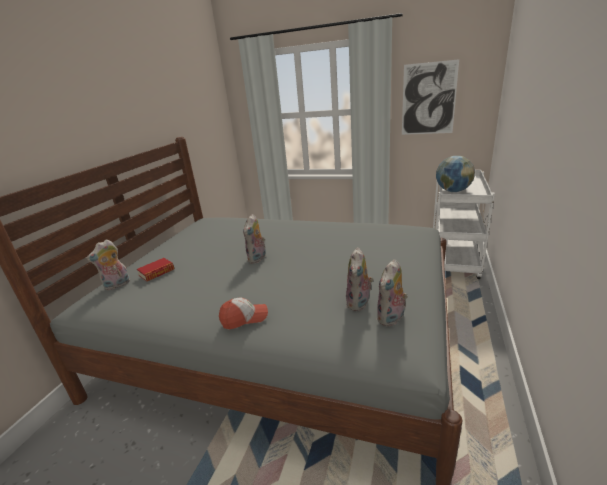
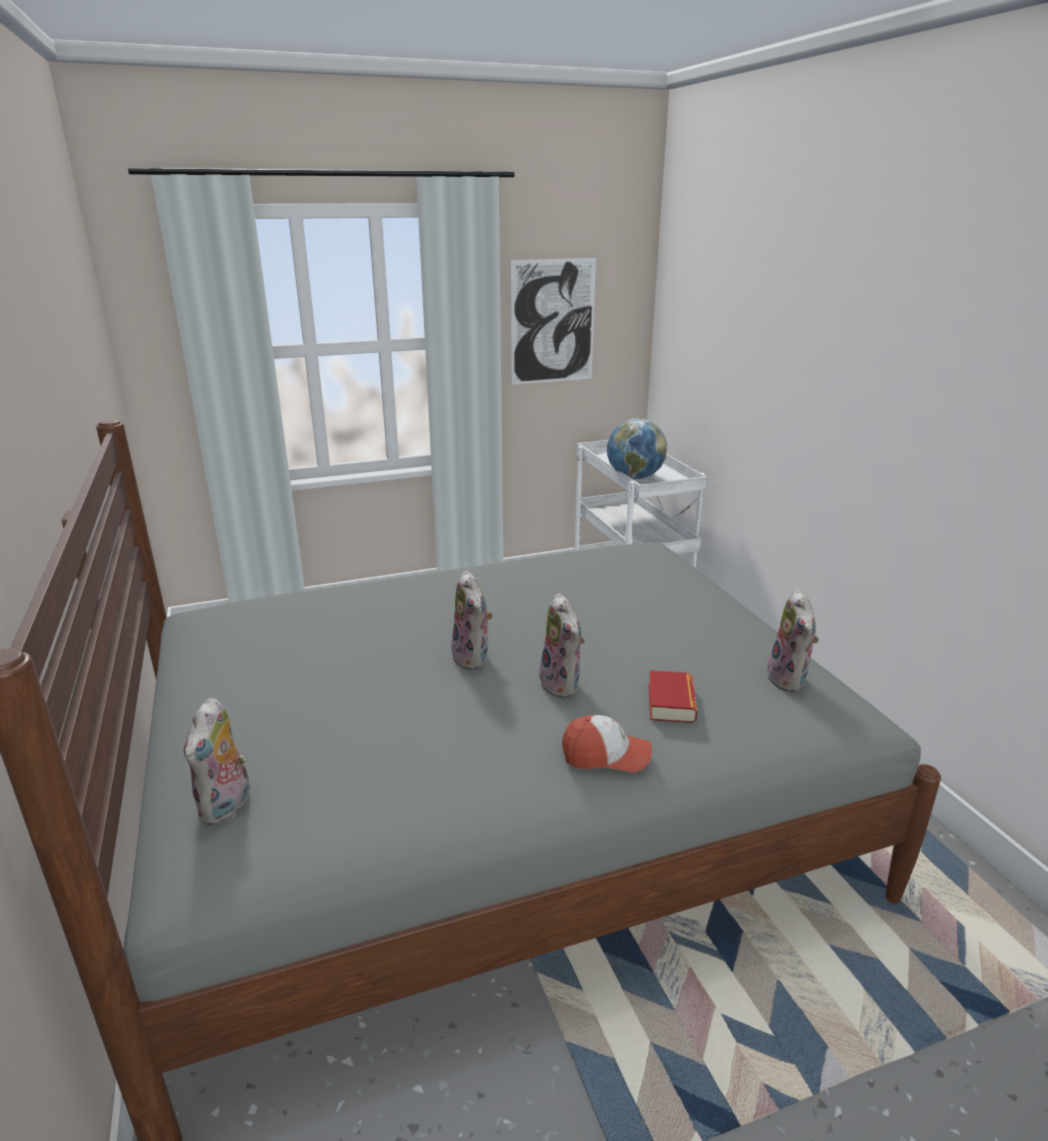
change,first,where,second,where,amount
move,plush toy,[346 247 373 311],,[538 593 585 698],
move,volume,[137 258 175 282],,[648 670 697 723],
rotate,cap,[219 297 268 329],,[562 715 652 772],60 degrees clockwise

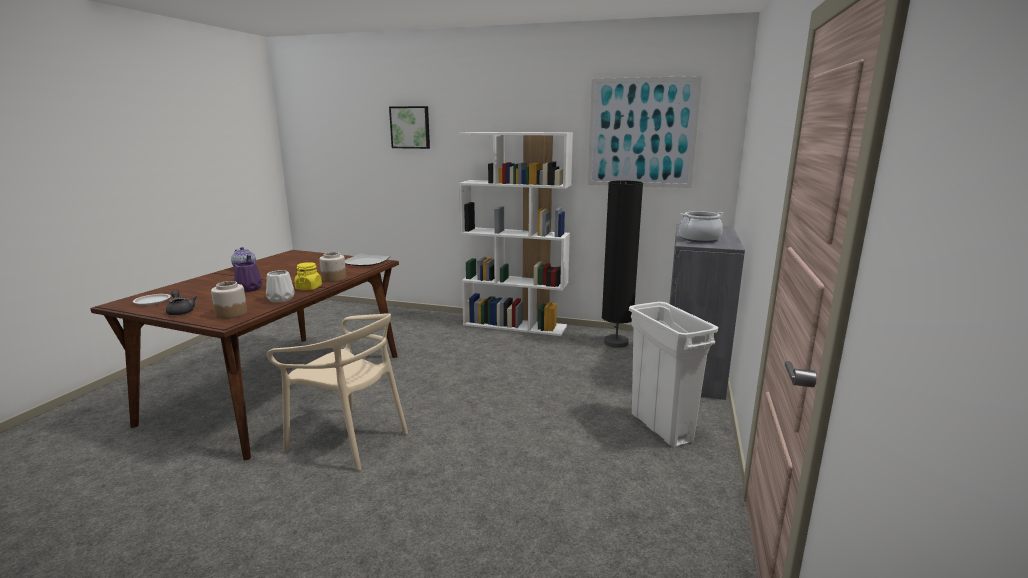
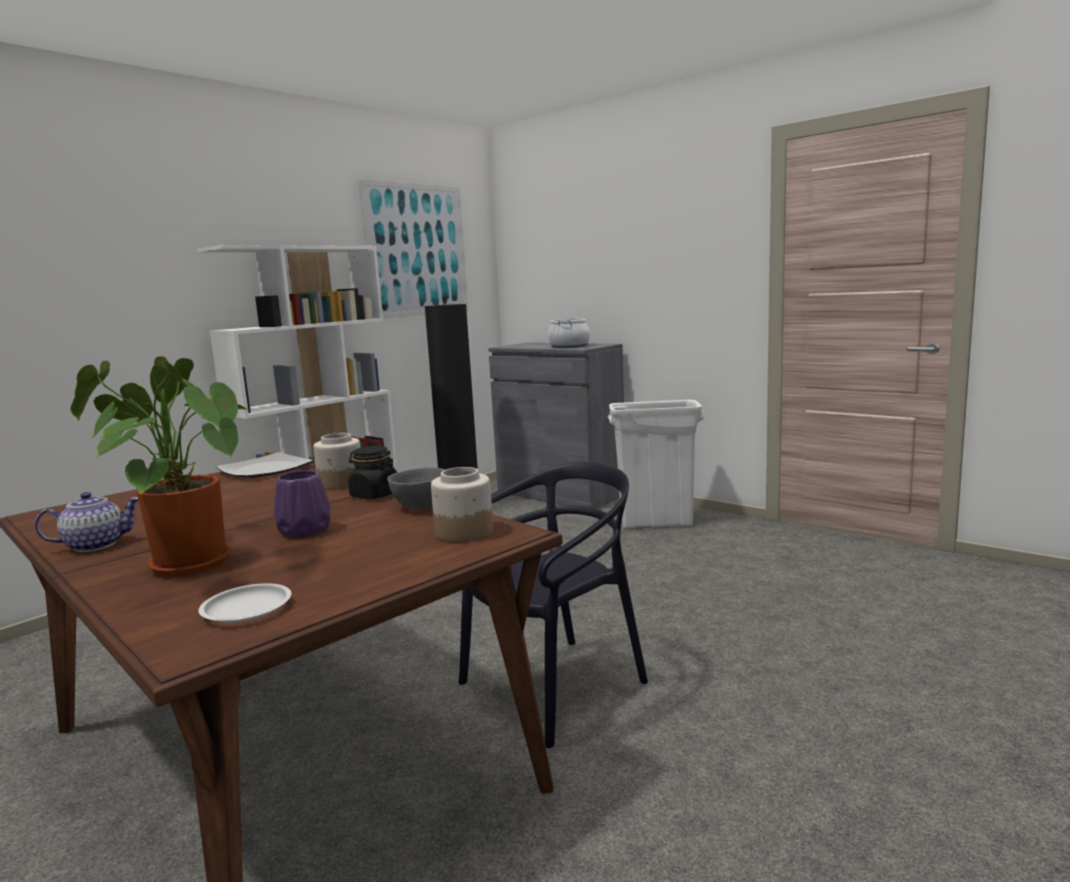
change,first,where,second,where,amount
delete,wall picture,[389 106 430 149],,,
recolor,storage jar/yellow-coloured,[295 262 322 290],storage jar/black,[348 446 397 499],
replace,vase/whitish,[266 270 295 303],bowl/gray,[388 467 445 510],
delete,pot for tea/gray,[166 290 197 315],,,
recolor,plain chair/sand-coloured,[267 313 408 471],plain chair/black,[459 462 648 748],
insert,,,plant in a pot,[70 356 252 577],

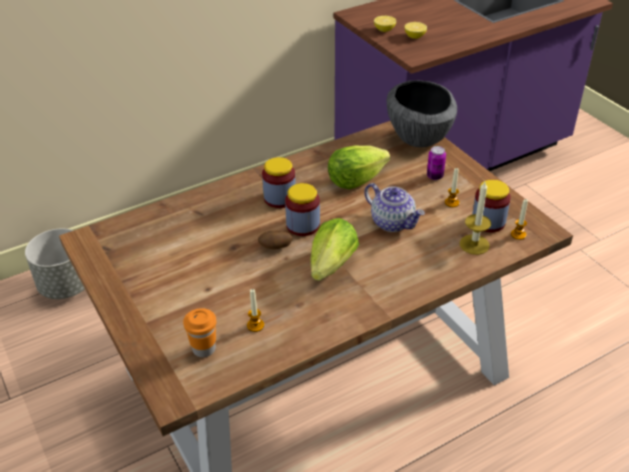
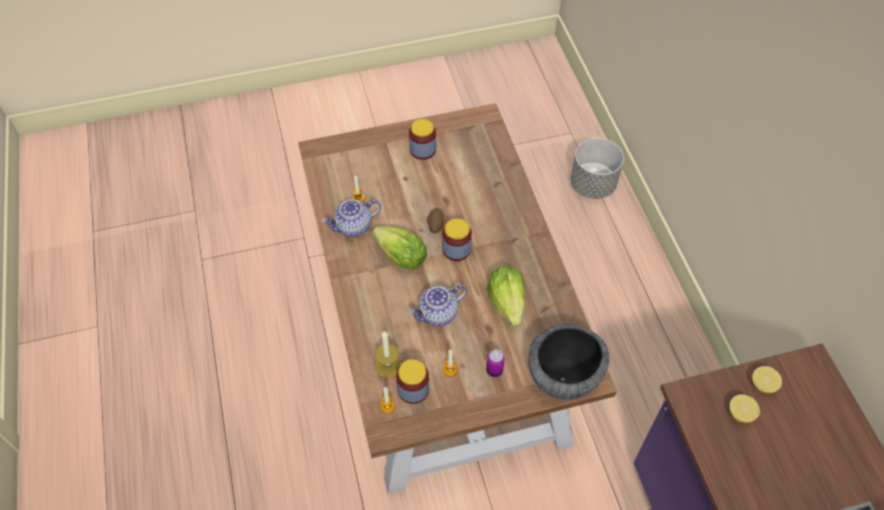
change,first,where,second,where,amount
move,storage jar,[262 157 296 208],,[409 119 436 160],
delete,cup/orange-coloured,[183 308 216 357],,,
insert,,,pot for tea,[322 200 381 237],

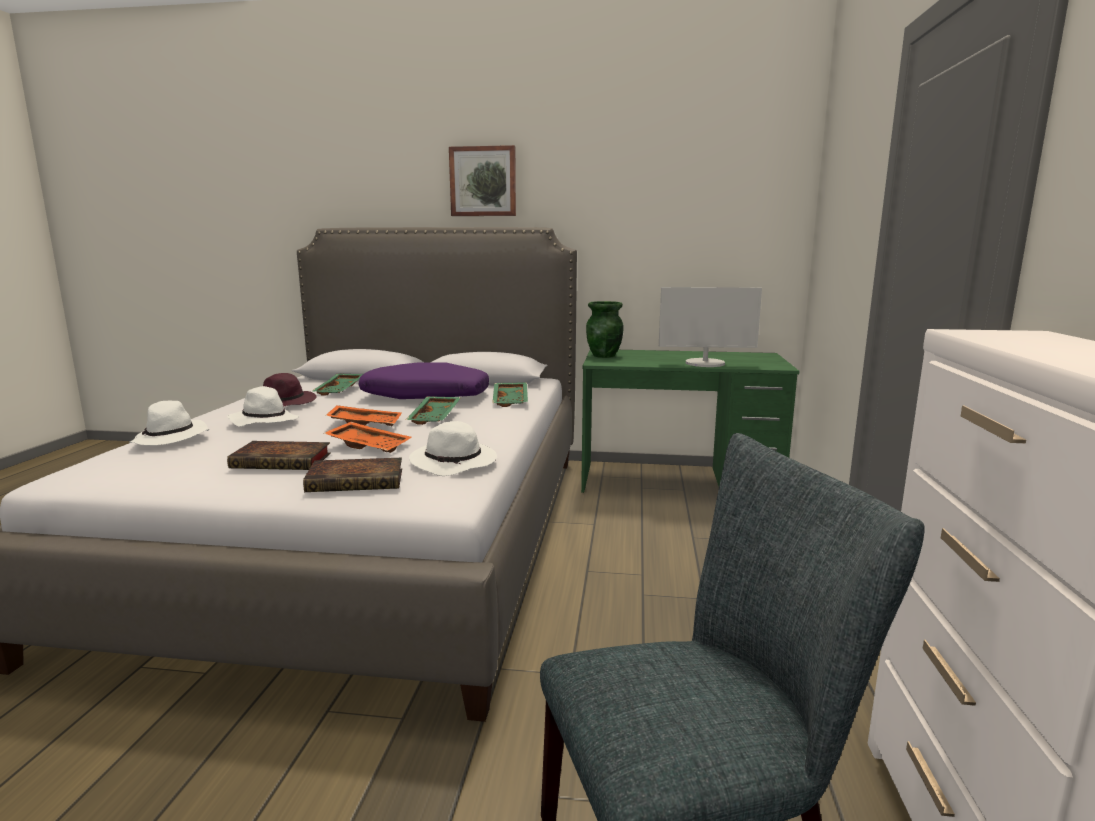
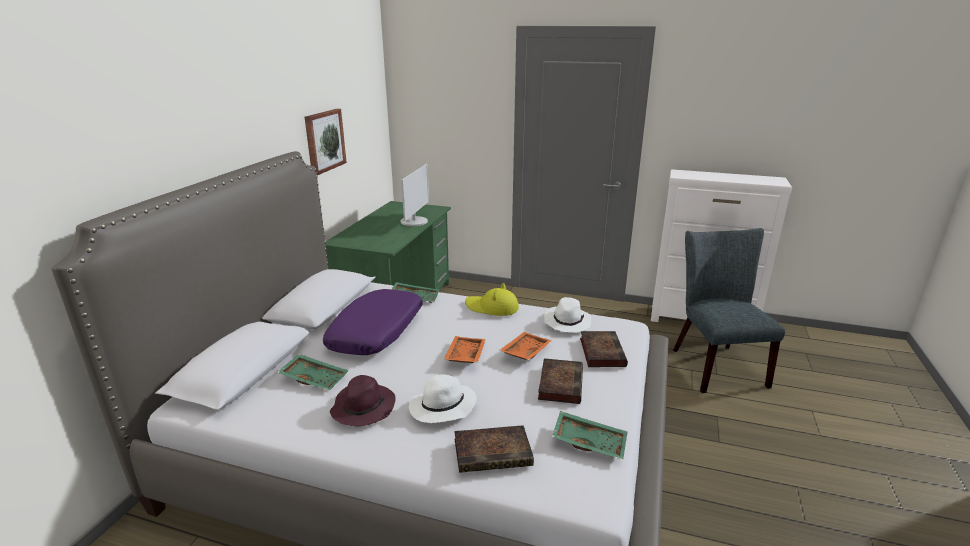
change,first,where,second,where,amount
move,wall picture,[449 145 516 216],,[305 109 347 175],
delete,vase/green,[586 301 624 358],,,
move,carrying tray/green,[406 396 461 425],,[552 411 627 460],
replace,wearable hat/whitish,[129 401 209 446],volume,[454 425 534 473],
insert,,,wearable hat/yellow-coloured,[465 283 519 316],

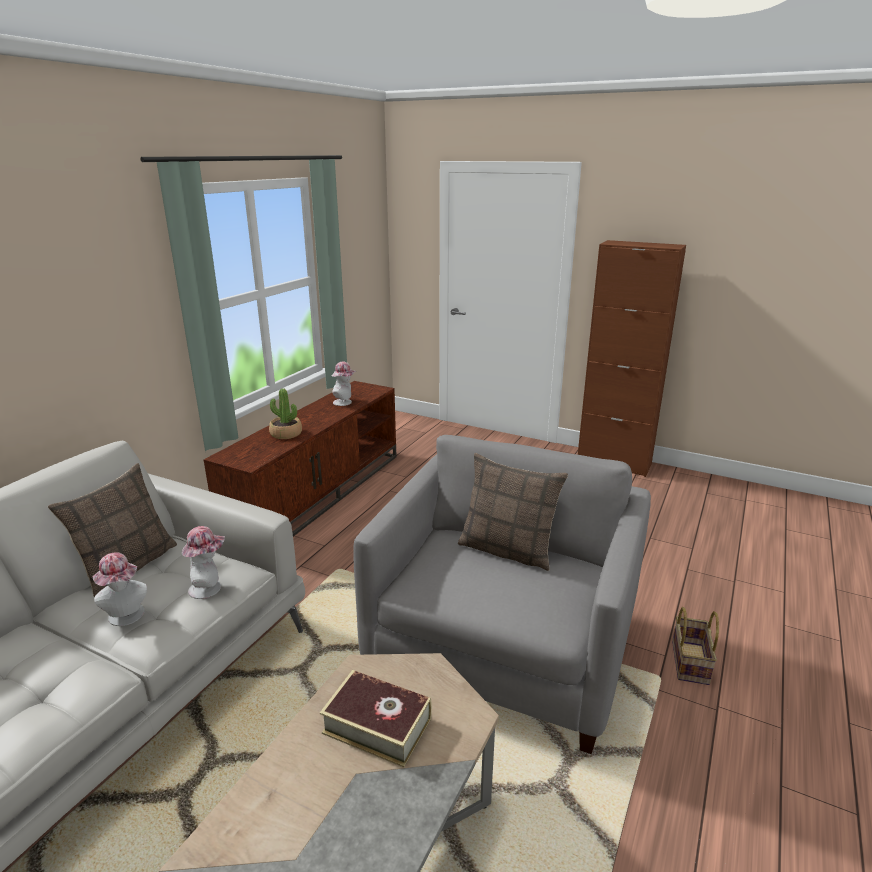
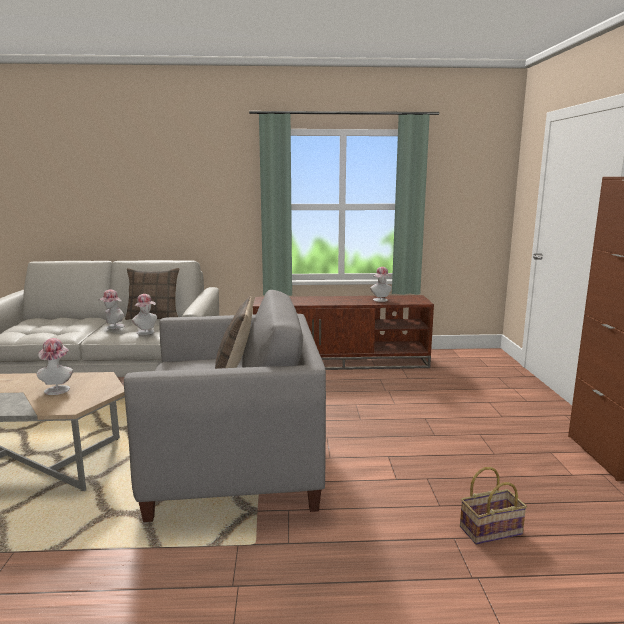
change,first,where,second,where,amount
delete,plant in a pot,[269 388 302 439],,,
move,storage basket,[672 607 719 685],,[460 467 527 545],
replace,volume,[320 670 432 768],wearable hat,[37 338 73 395],

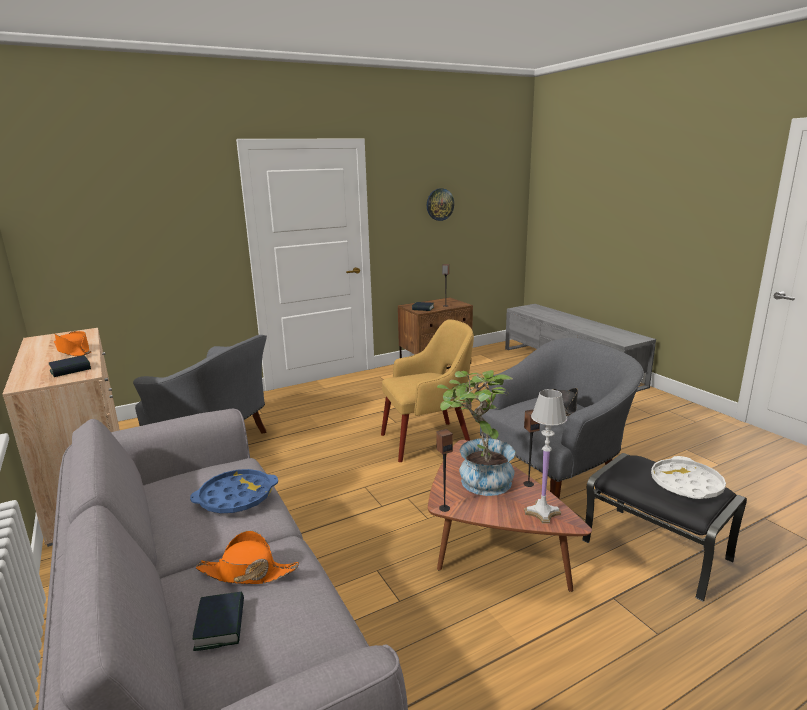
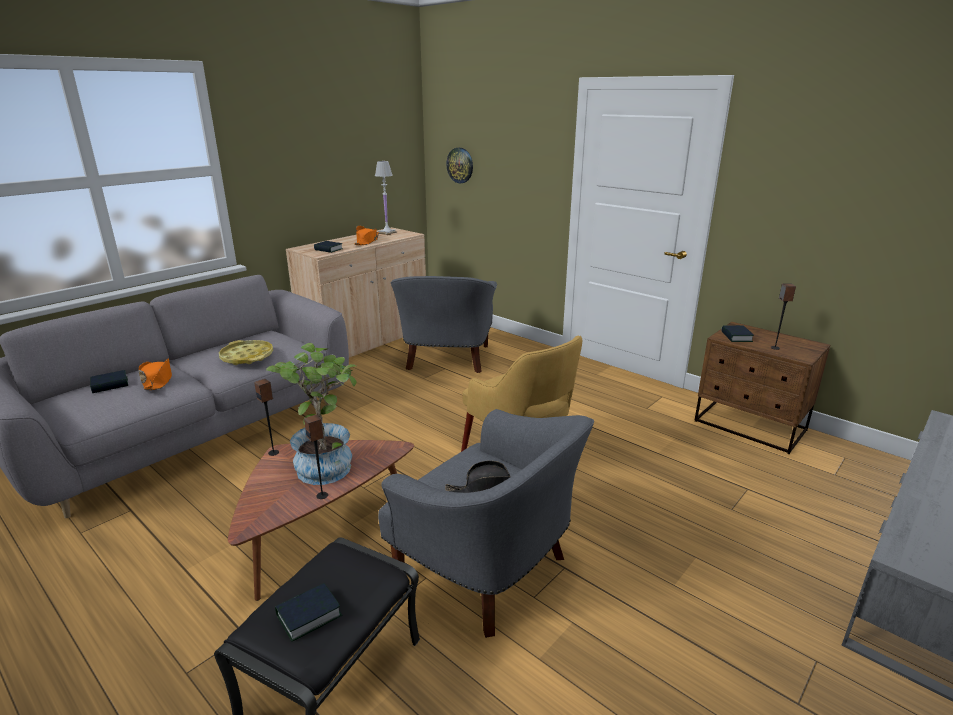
change,first,where,second,where,amount
move,wall clock,[427 188 454 221],,[446 148 473 183],
move,lamp for a table/whitish,[524 389 567 524],,[375 161 397 235],
replace,carrying tray/whitish,[651 456 726 499],volume,[275 583 343 641],
recolor,carrying tray/blue-coloured,[190 469 278 513],carrying tray/yellow-coloured,[219 340 273 365],

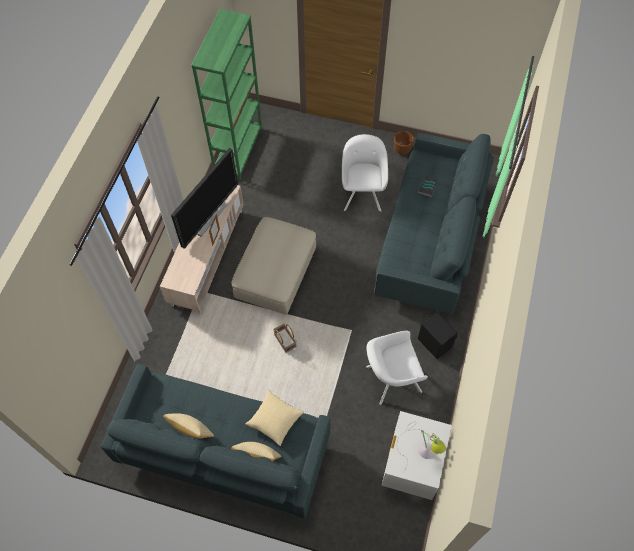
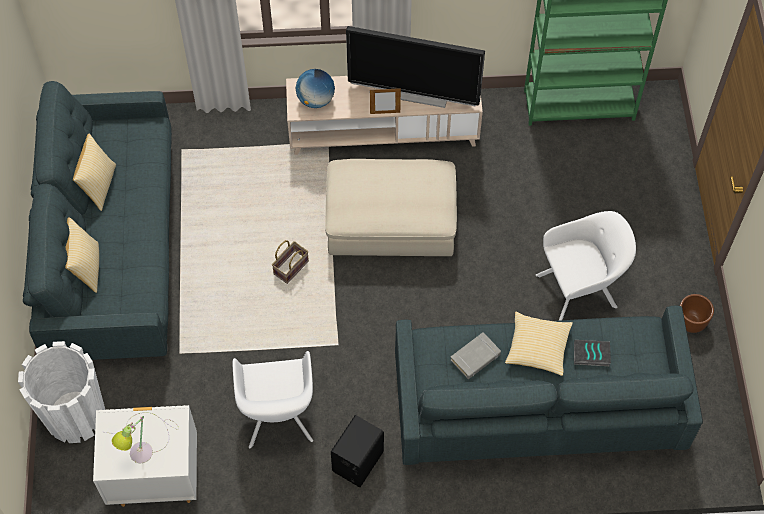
change,first,where,second,where,amount
rotate,armchair/whitish,[366 330 428 405],,[233 351 313 449],150 degrees counterclockwise
move,cushion,[245 390 304 446],,[505 312 573 376],
insert,,,globe,[296 69 335 108],
insert,,,volume/gray,[450 332 501 379],
insert,,,flower pot/whitish,[18 341 105 443],

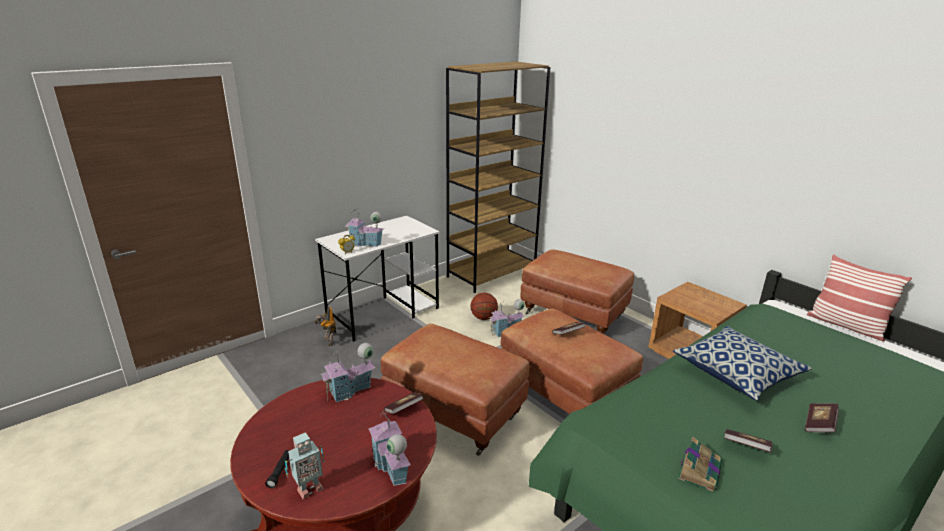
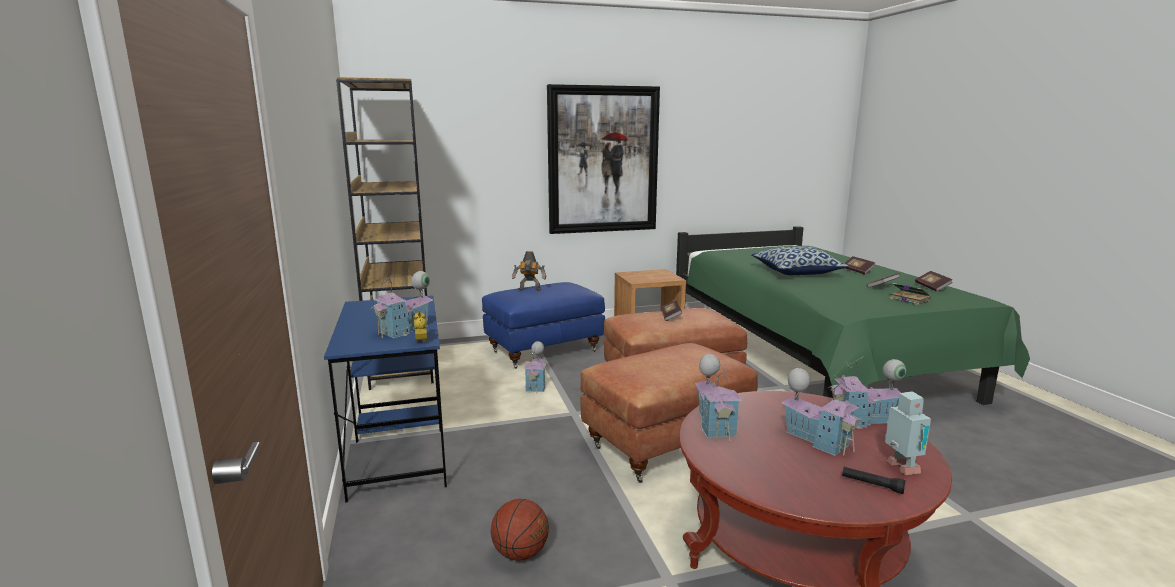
change,first,where,second,where,amount
recolor,desk unit/whitish,[315 216 440 342],desk unit/blue-coloured,[324 296 447 503],
recolor,pouffe/brown,[521 250 634 334],pouffe/blue-coloured,[482 282 605 369],
delete,cushion,[807 255 912 341],,,
move,basketball ball,[470 293 498 320],,[491 499 549 561],
move,model robot,[314 307 337 346],,[512 251 546 290],
move,volume,[384 392 424 414],,[915 271 953 292],
insert,,,wall picture,[547 84 660 234],
insert,,,toy house,[781 368 863 456],

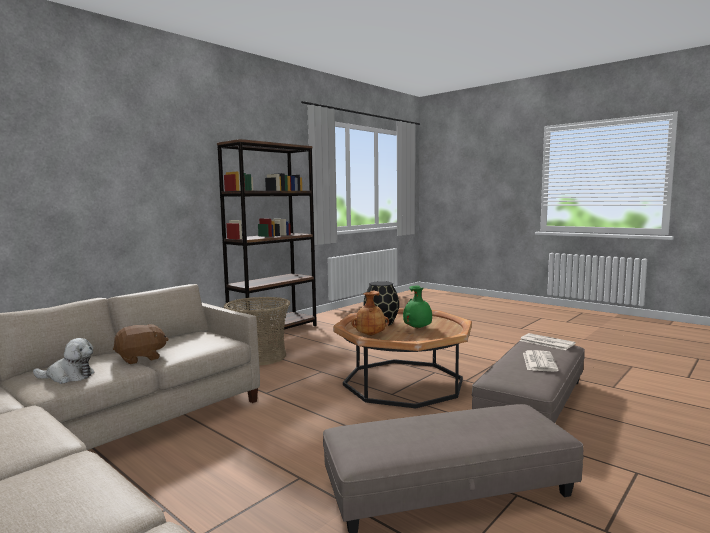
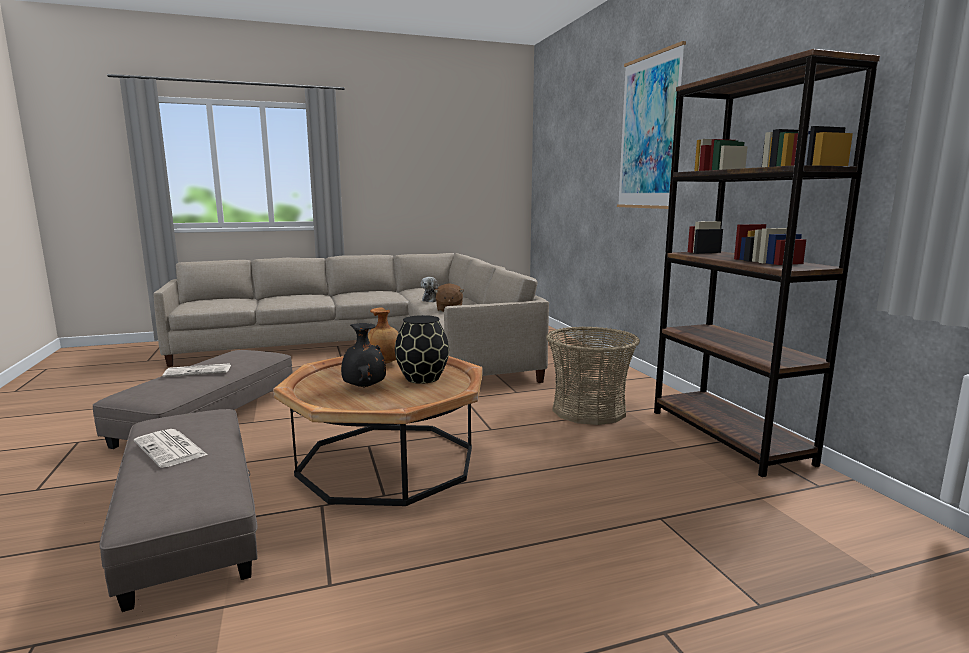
change,first,where,second,where,amount
recolor,vase/green,[403 285 432 329],vase/black,[341 323 386 388],
move,newspaper,[520 333 576 350],,[162 363 231 377],
insert,,,wall picture,[617 41 686 209],

